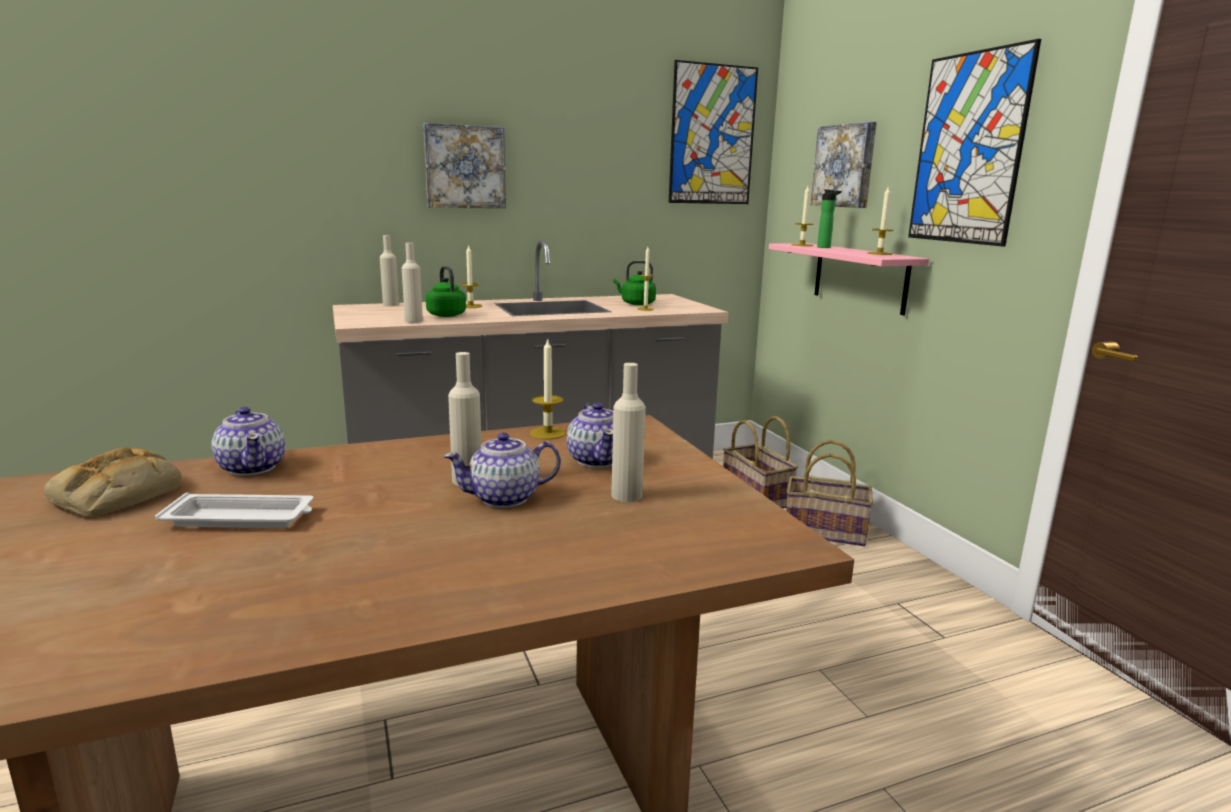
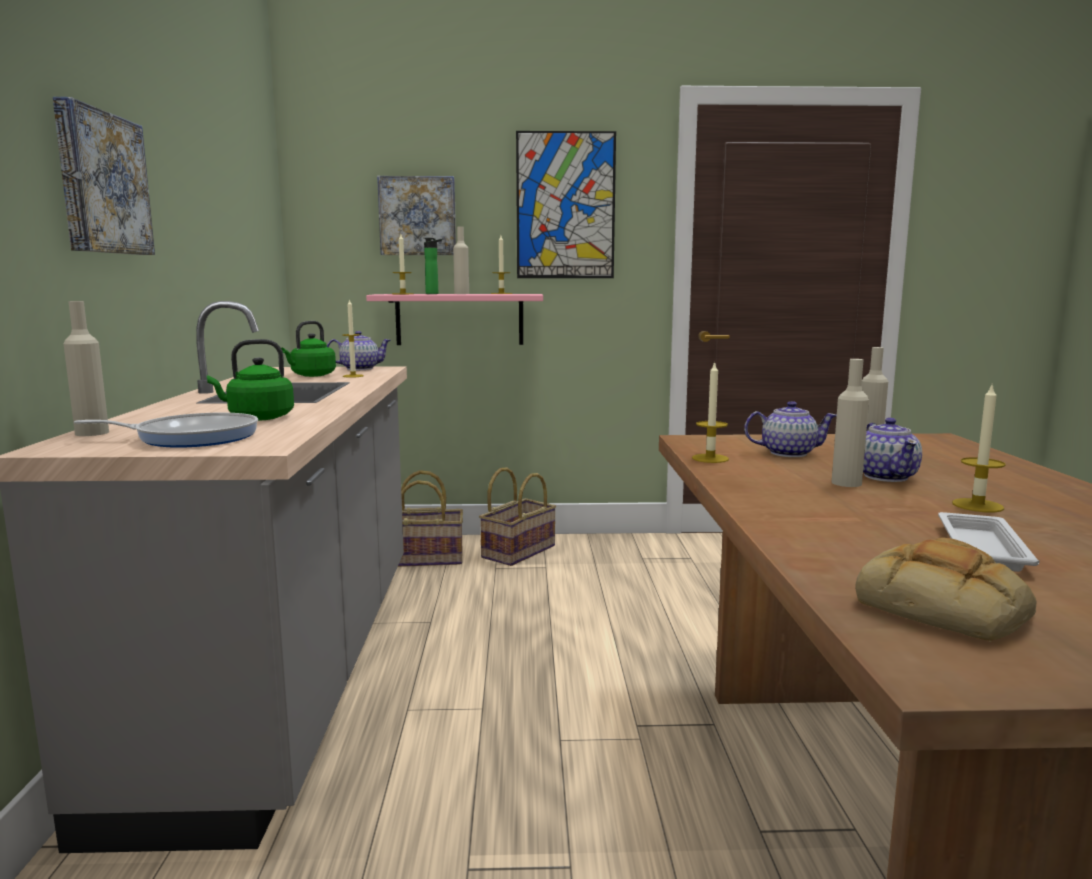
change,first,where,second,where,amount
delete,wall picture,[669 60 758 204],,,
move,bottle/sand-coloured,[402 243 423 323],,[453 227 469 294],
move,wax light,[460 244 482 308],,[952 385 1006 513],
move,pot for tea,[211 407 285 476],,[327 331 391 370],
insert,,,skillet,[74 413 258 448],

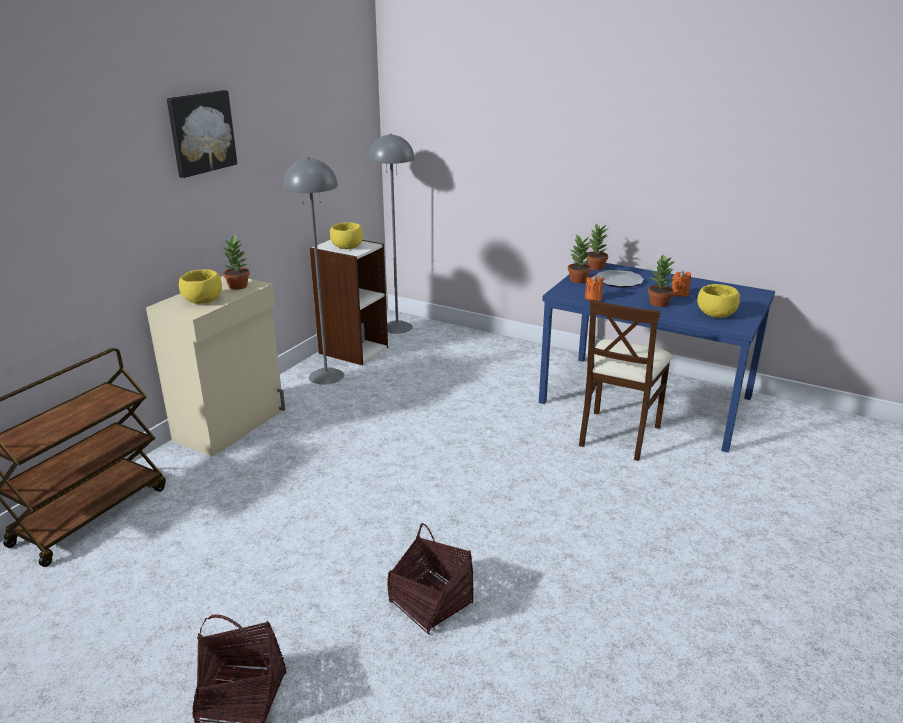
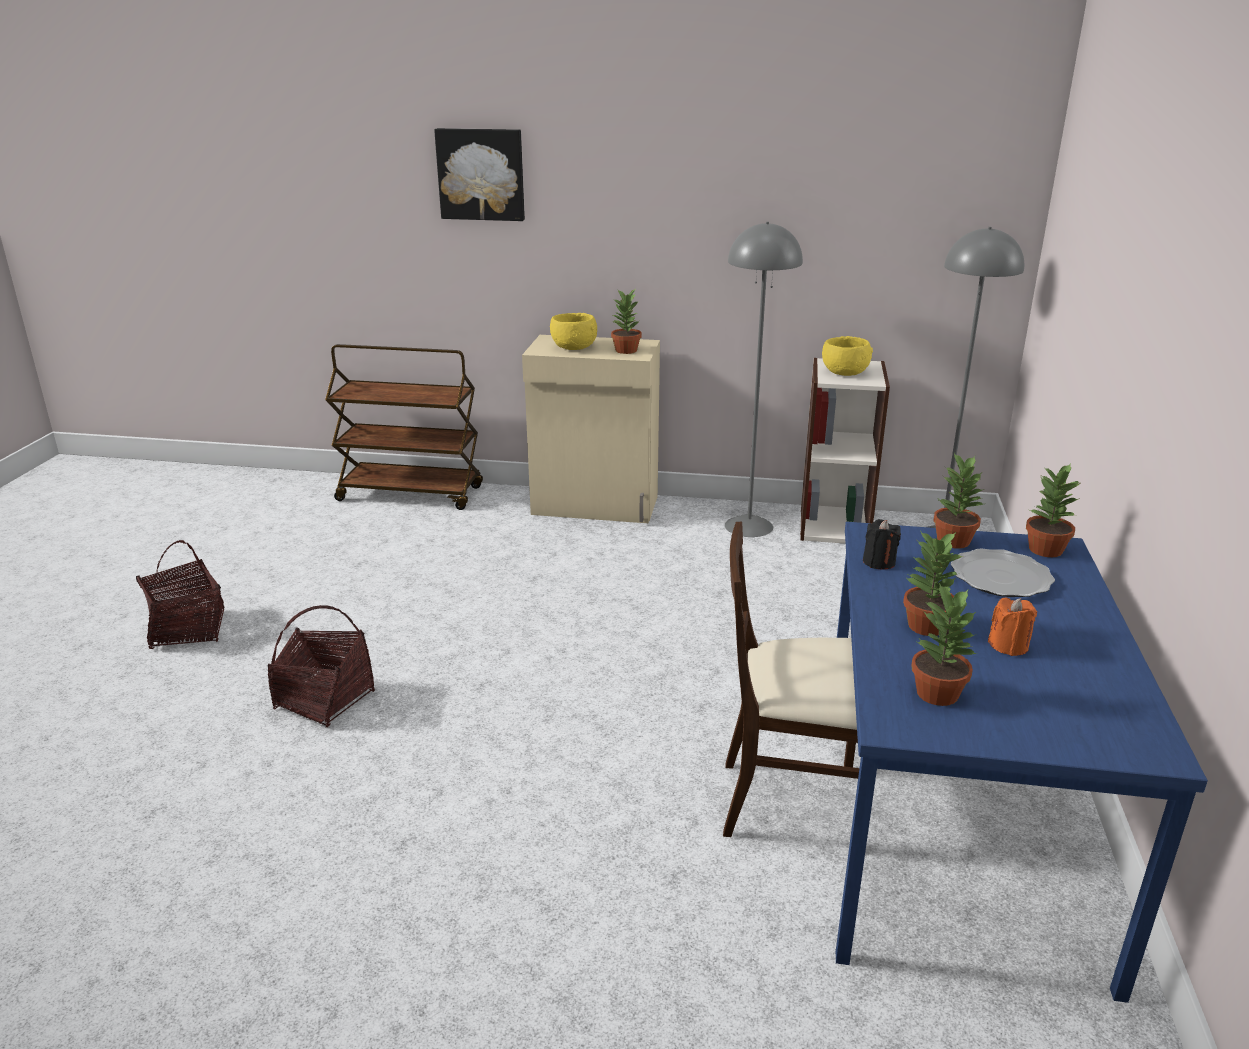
change,first,where,second,where,amount
move,wall picture,[167 90 237 178],,[434 128 525 221],
recolor,wax light/orange-coloured,[585 274 604 301],wax light/black,[863 519 901 570],
replace,bowl/yellow-coloured,[697 284 740 318],plant in a pot,[911 583 978 706],

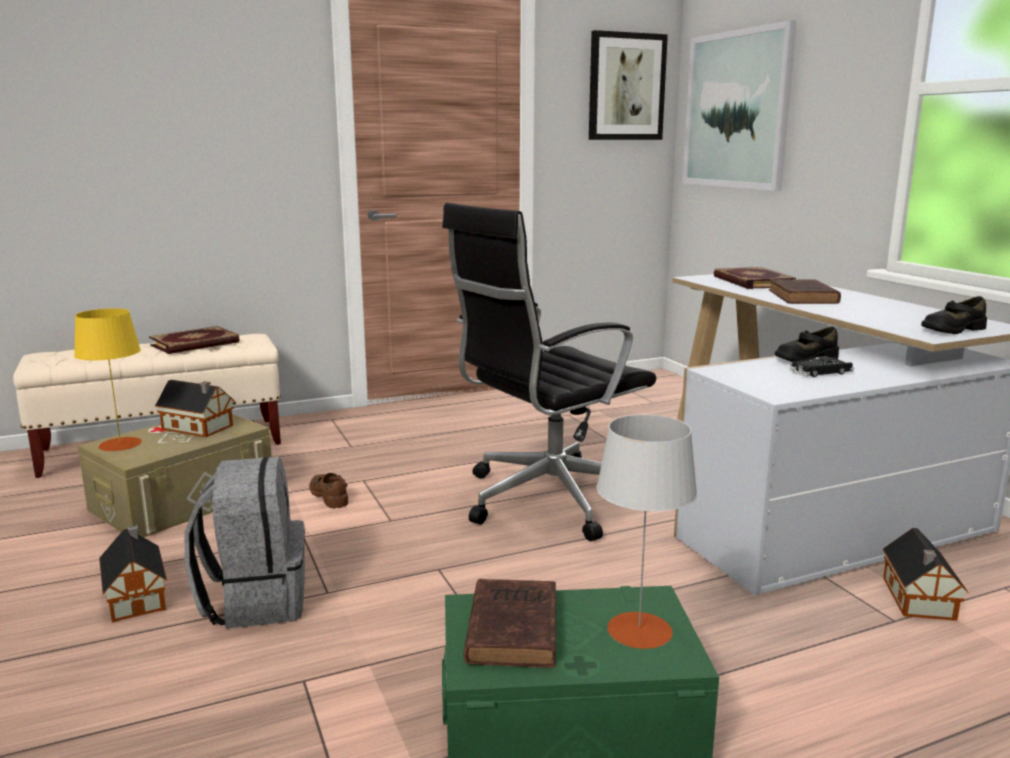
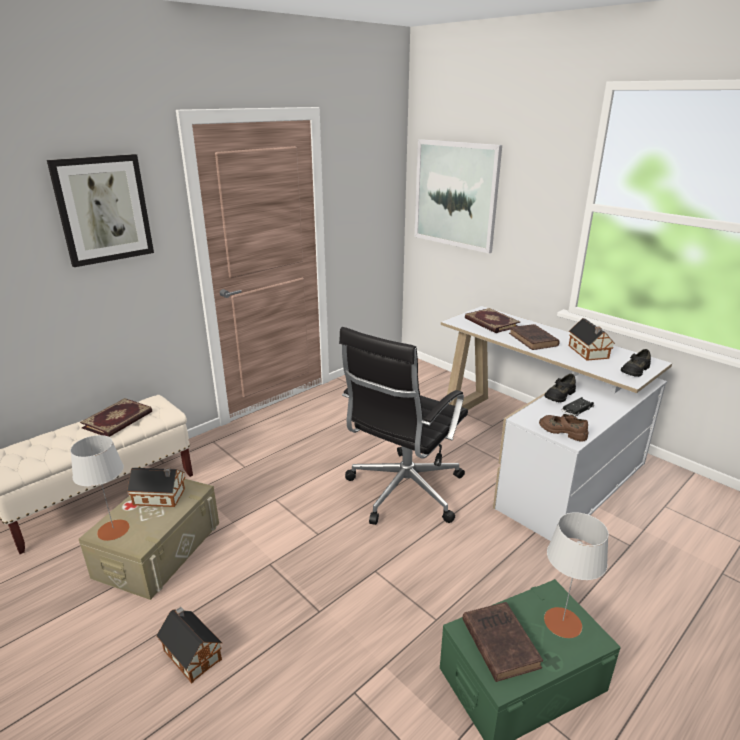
change,first,where,second,where,amount
move,wall picture,[589 30 668 140],,[47 154 154 267],
recolor,lamp for a table/yellow-coloured,[74 308 142 451],lamp for a table/gray,[70 435 130 541],
delete,backpack/gray,[185 457 305 629],,,
move,item of footwear/brown,[309 473 348 508],,[539 414 588 442],
move,toy house,[883 528 968 621],,[569 318 615 361],

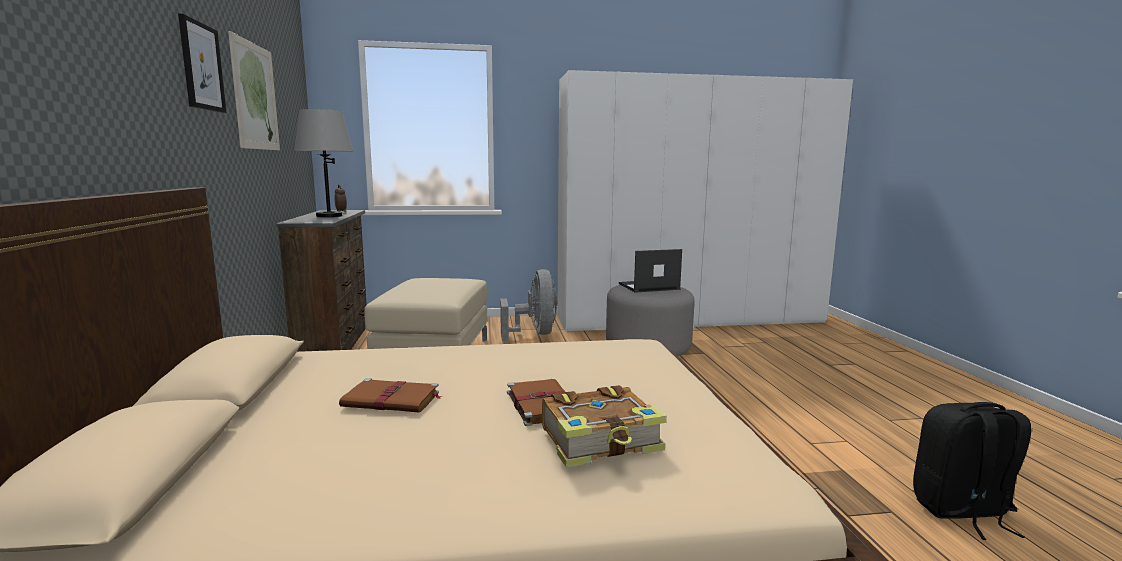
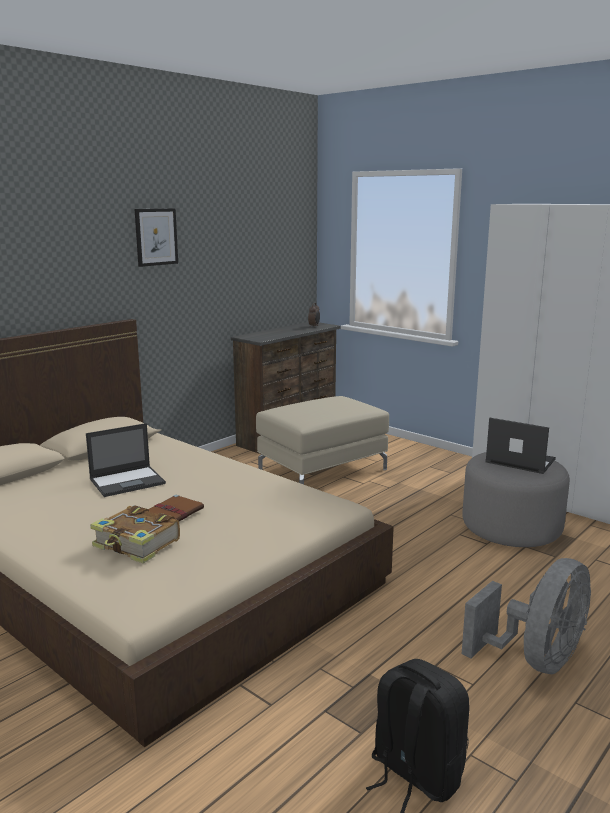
change,first,where,second,where,amount
delete,wall picture,[228 31 280 150],,,
delete,lamp for a table/gray,[294 109 353 217],,,
move,cooling fan/gray,[500 269 557 342],,[462 558 591 674],
replace,volume/brown,[339 378 443 413],notebook computer,[86 423 166 497],

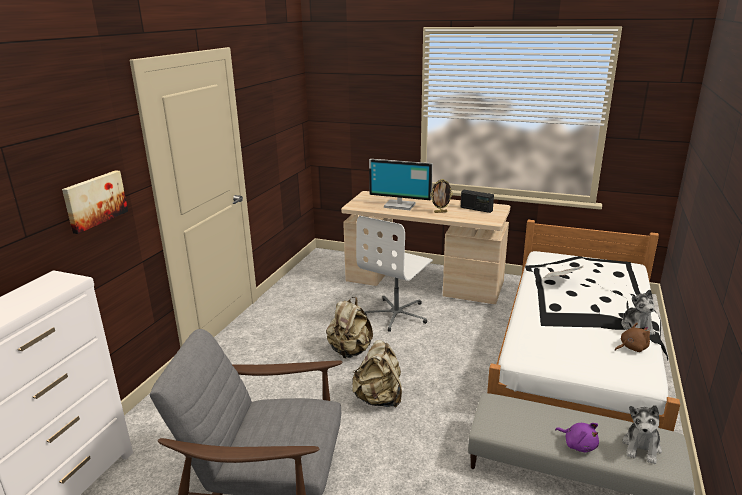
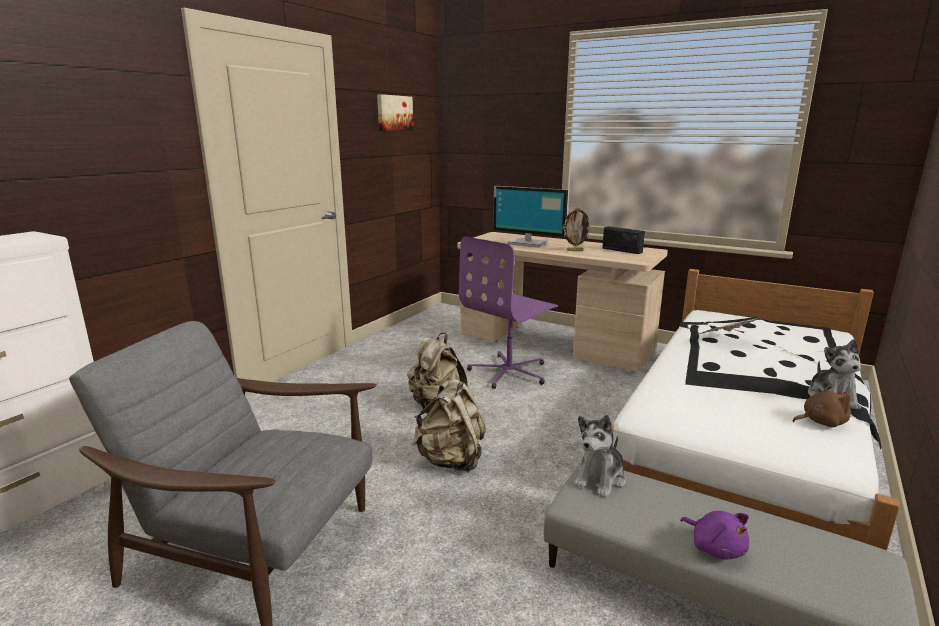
change,first,where,second,where,amount
move,wall picture,[62 170 128 234],,[377 94 413 131],
recolor,office chair/whitish,[356 216 433 332],office chair/purplish,[459 236 558 389],
move,plush toy,[622 405 662 464],,[573 415 626 498],

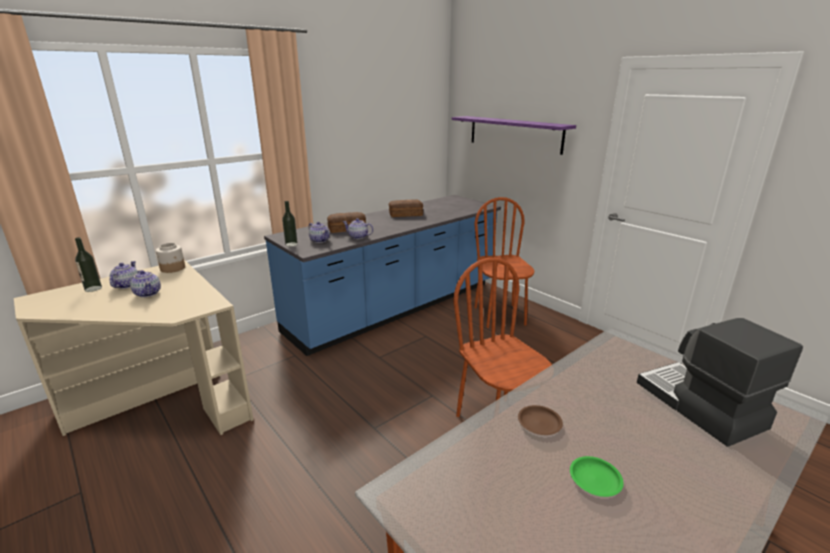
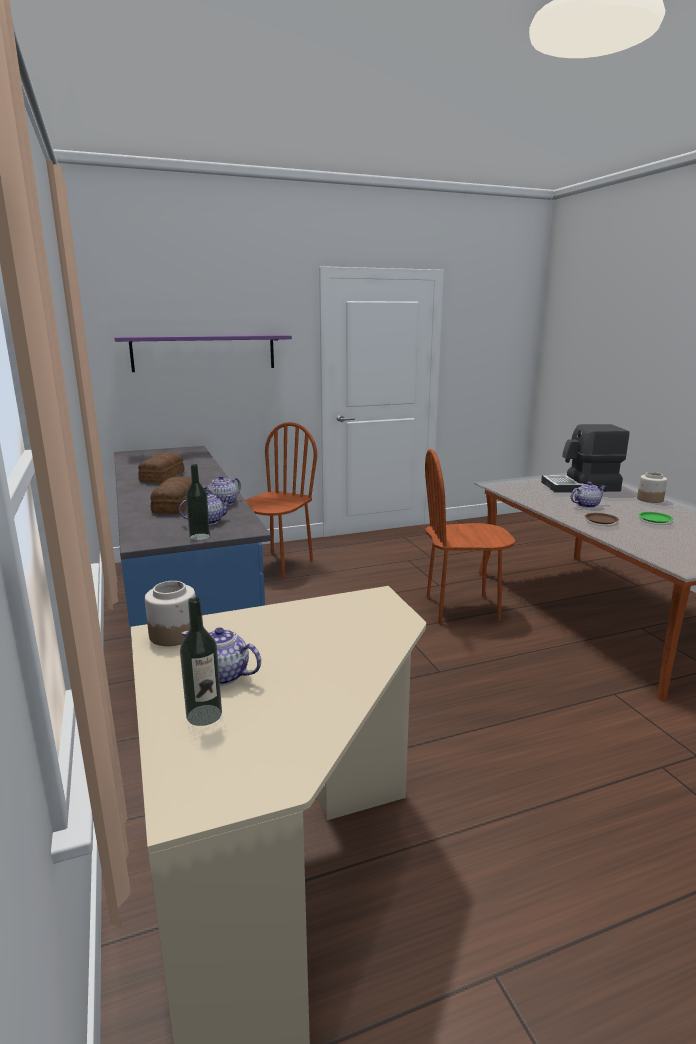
change,first,where,second,where,amount
rotate,plain chair/brown,[474 197 535 328],,[245 422 317 579],105 degrees clockwise
move,pot for tea,[130 270 161 297],,[571 482 606 508],
insert,,,storage jar,[637 472 667 503],

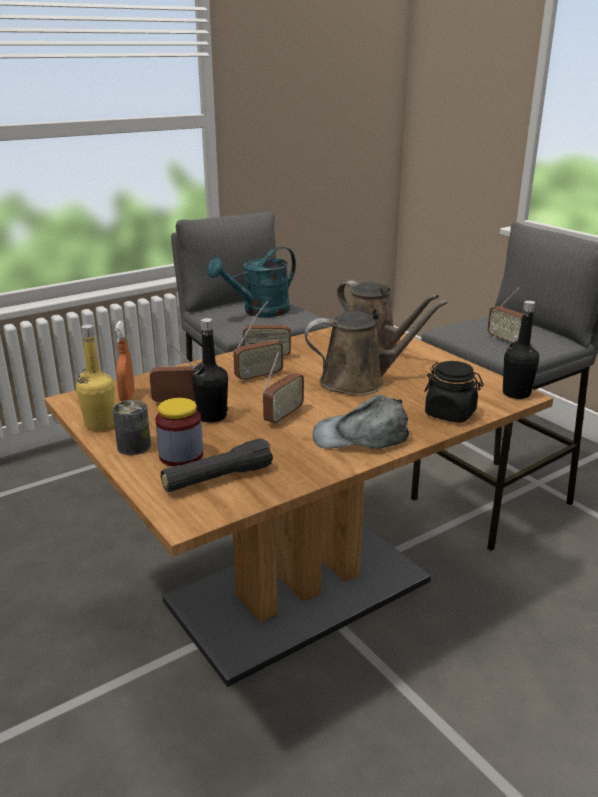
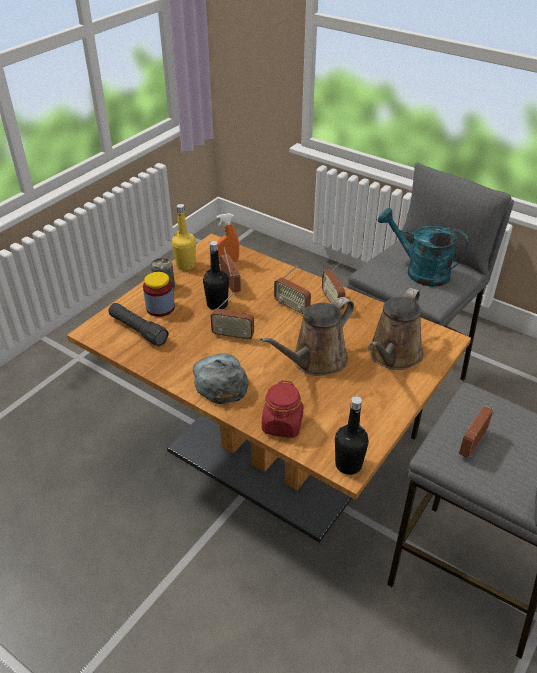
change,first,where,second,where,amount
rotate,watering can/brown,[304 300 447 396],,[260 297 354 376],75 degrees clockwise
recolor,storage jar/black,[424 361 484 423],storage jar/red-coloured,[262 380 304 438],

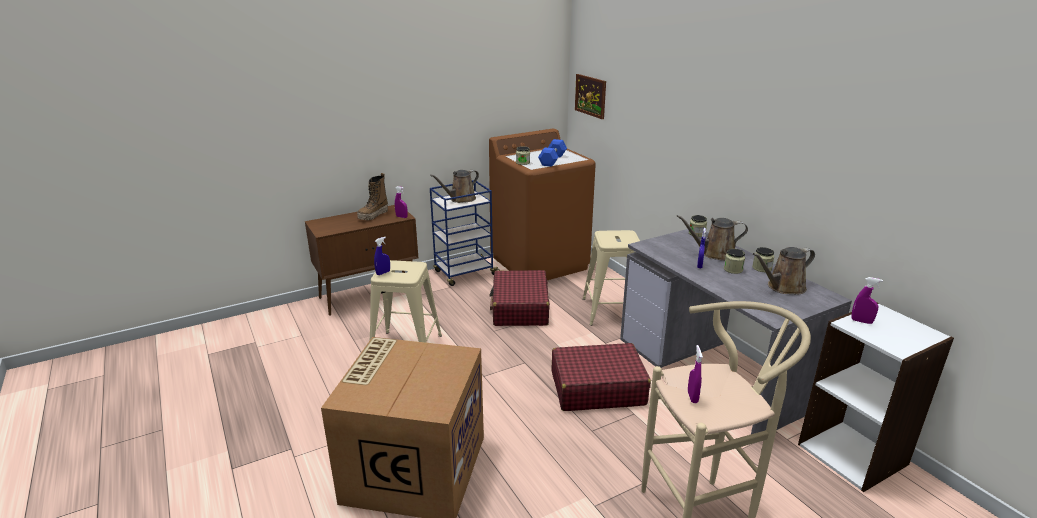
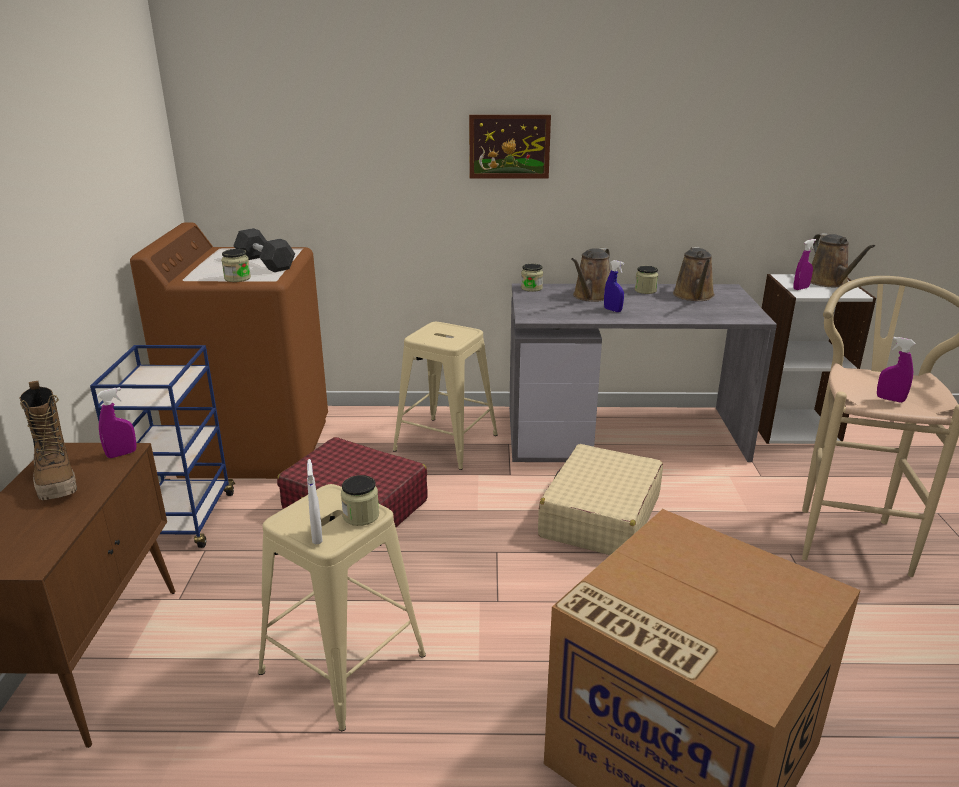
change,first,where,second,where,amount
move,wall picture,[575 74 606 119],,[469 115 551 179],
recolor,dumbbell/blue-coloured,[538 139 567 167],dumbbell/gray,[233 228 295 272],
move,watering can/brown,[430 170 479 203],,[810 233 875 287],
recolor,hand sprayer/blue-coloured,[374 237 390 275],hand sprayer/whitish,[307 459 323 544],
move,storage jar,[724 249 745 274],,[341 475 379 526],
recolor,piece of luggage/red-coloured,[552 343 651 411],piece of luggage/sand-coloured,[538 444 663 555],

